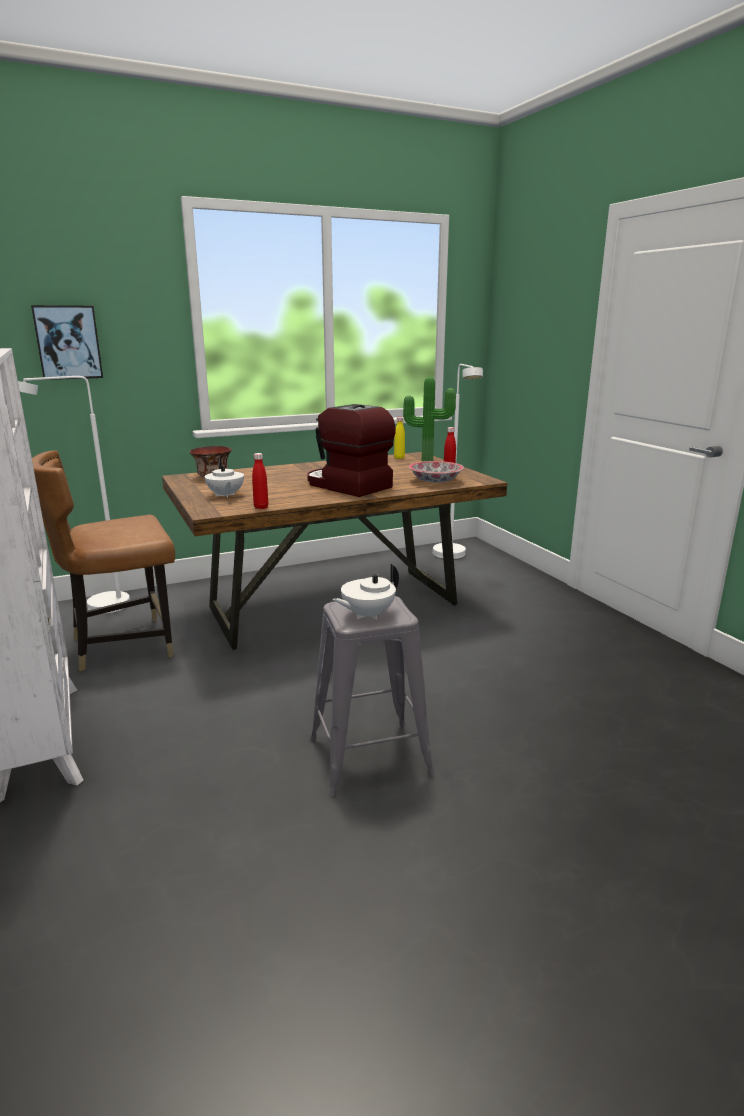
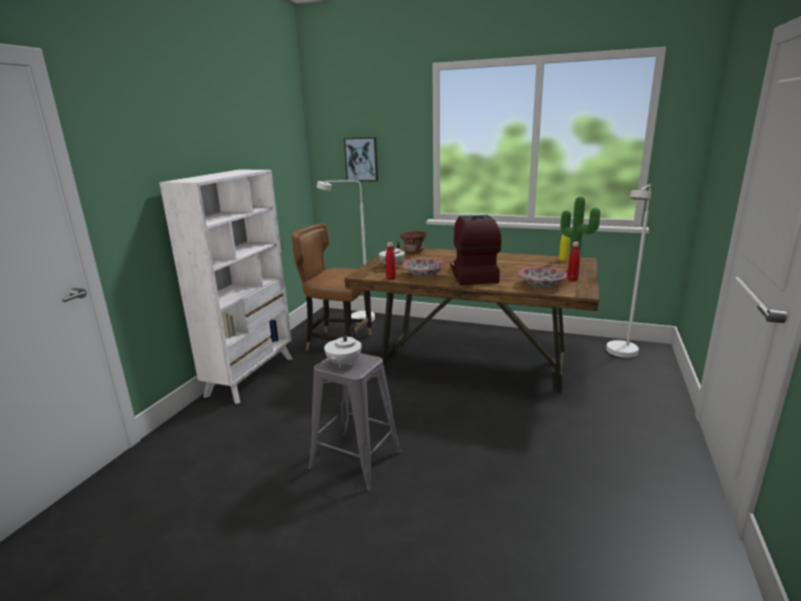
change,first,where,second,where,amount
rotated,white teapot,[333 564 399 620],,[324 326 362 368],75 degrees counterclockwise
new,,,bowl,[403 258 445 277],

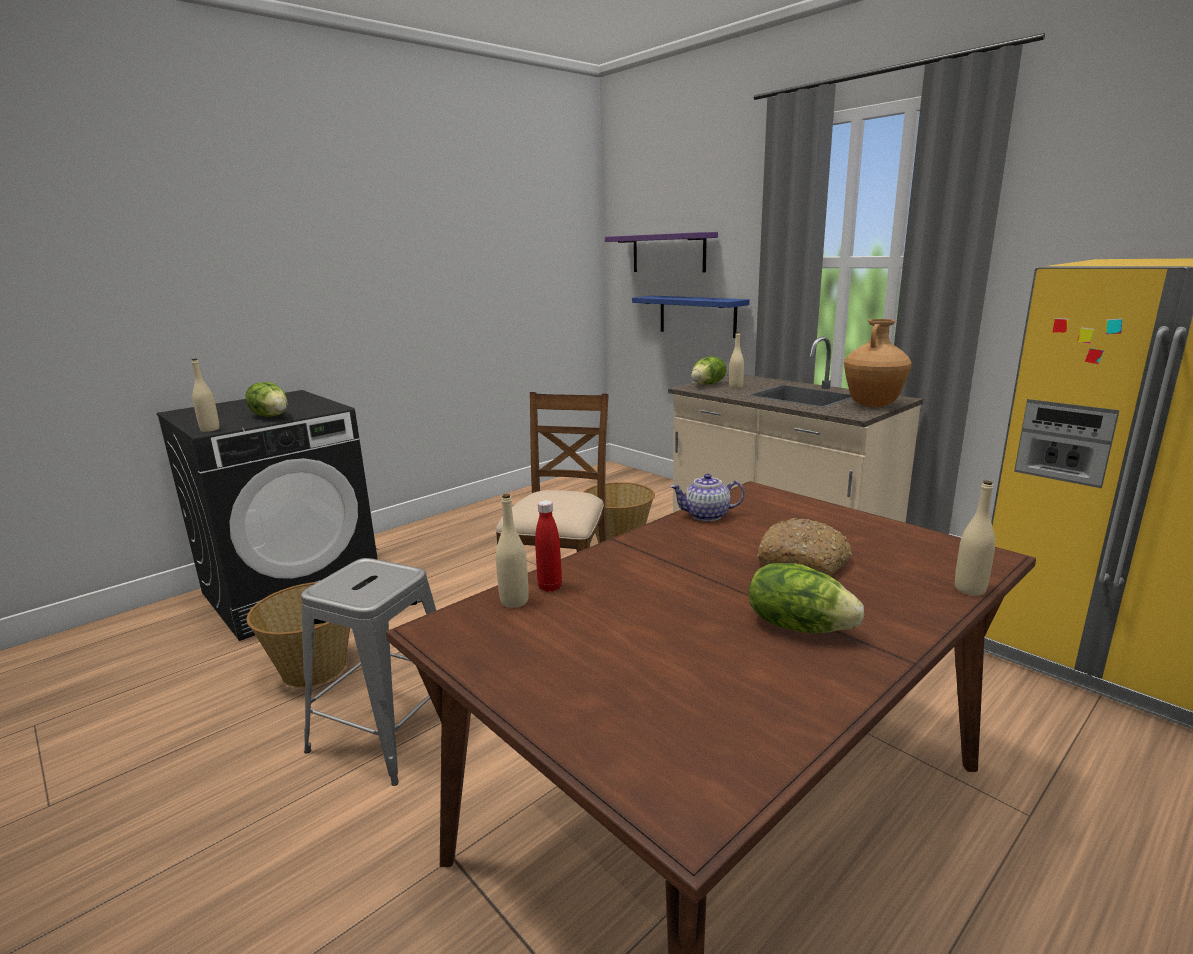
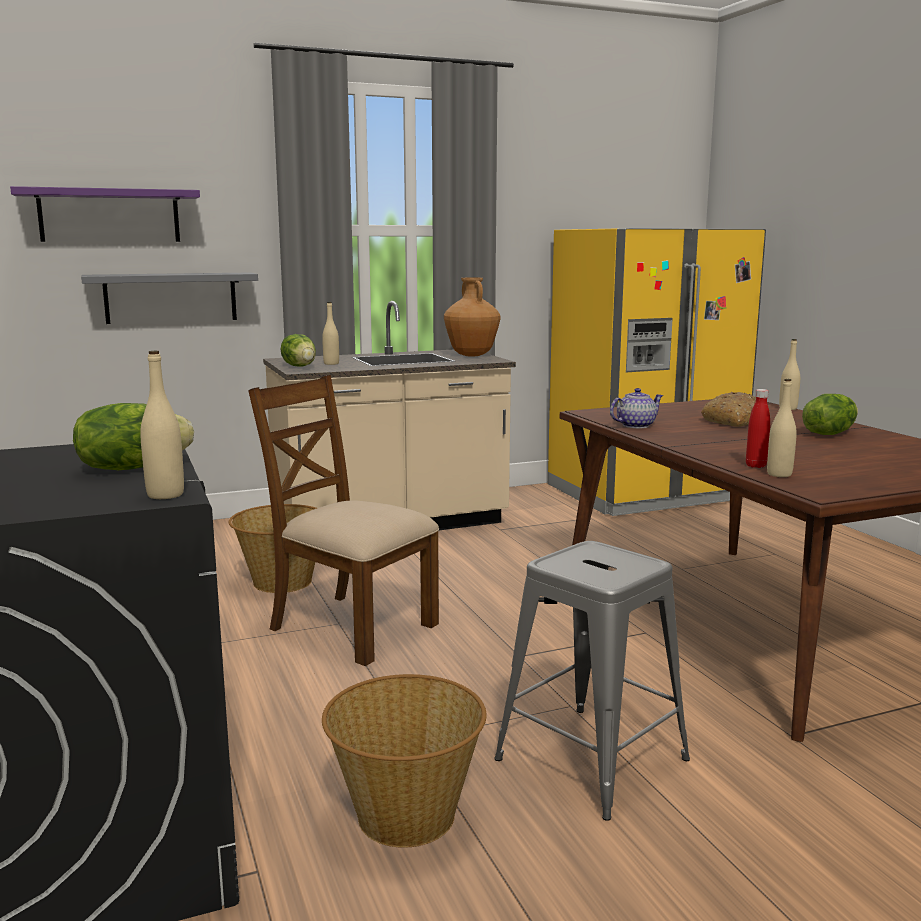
change,first,where,second,where,amount
repainted,blue shelf,[632 296 750 338],grey shelf,[81 272 258 324],
rotated,teapot,[670 474 745 521],,[610 388 663 428],135 degrees counterclockwise

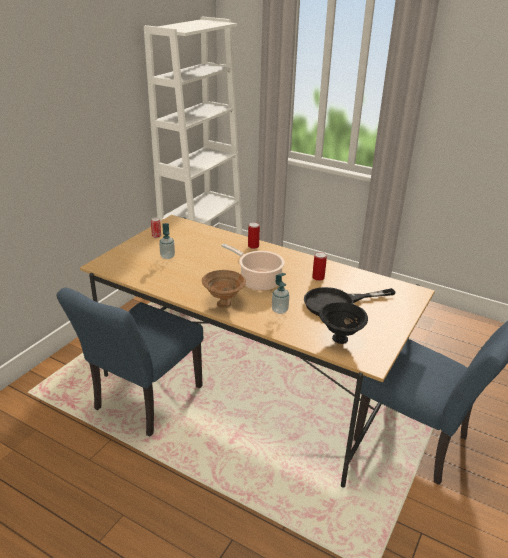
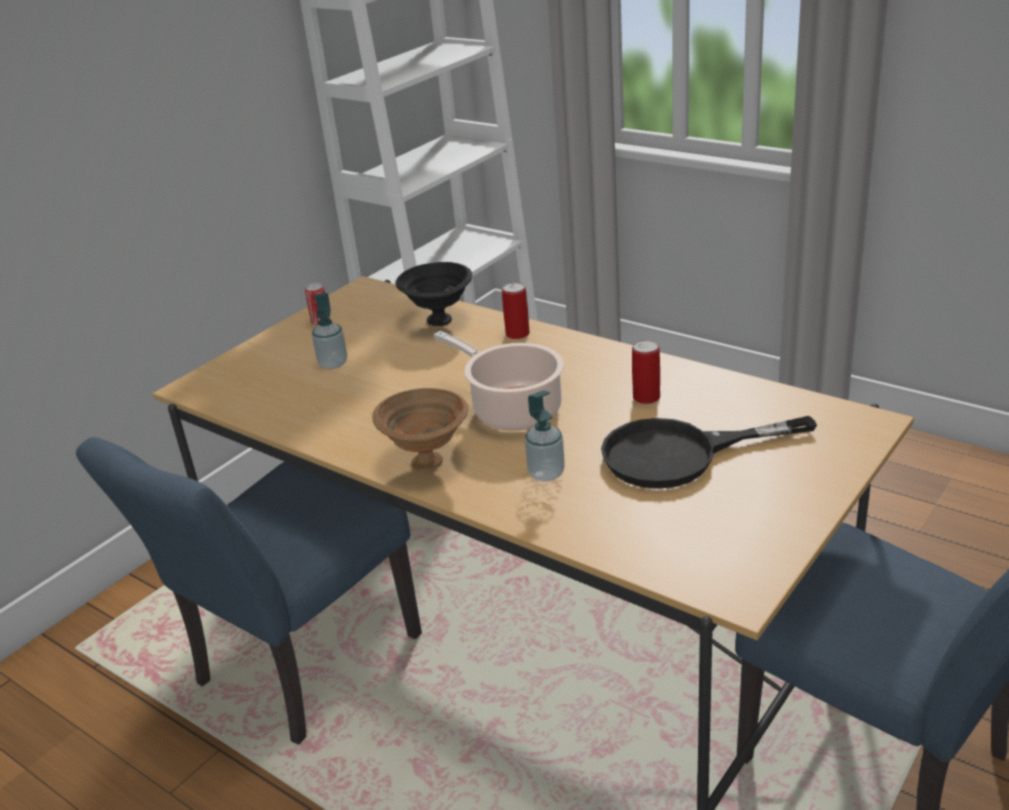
change,first,where,second,where,amount
shifted,black bowl,[319 302 368 344],,[396 262 472 326],

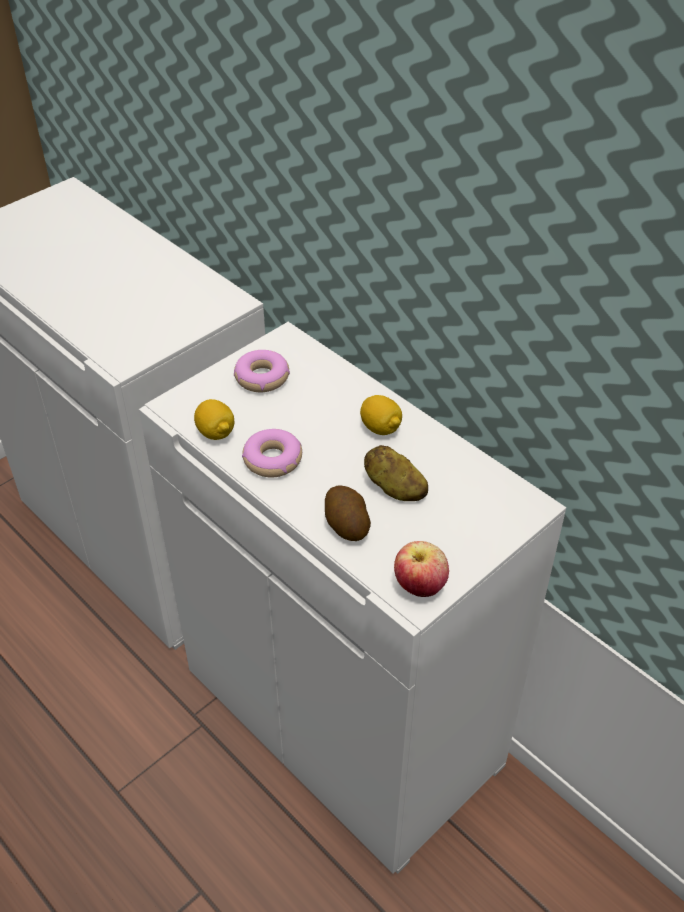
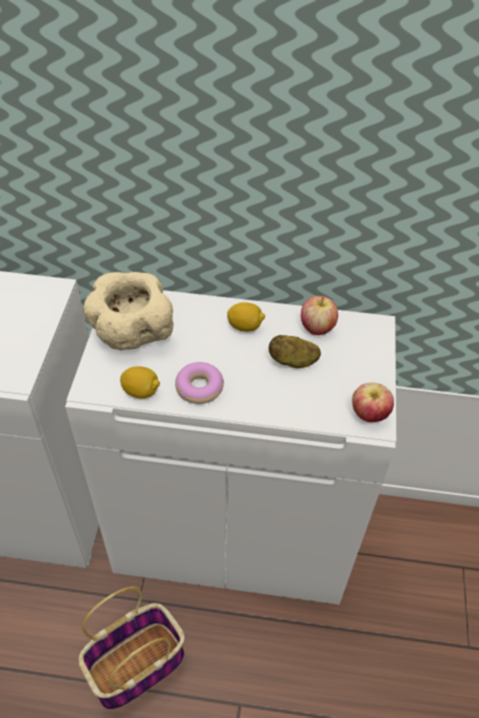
change,first,where,second,where,amount
swapped,donut,[234 350 290 392],beige bowl,[84 272 174 350],
gone,potato,[325 486 371 541],,,
new,,,basket,[79 587 185 710],
new,,,apple,[301 296 338 335],

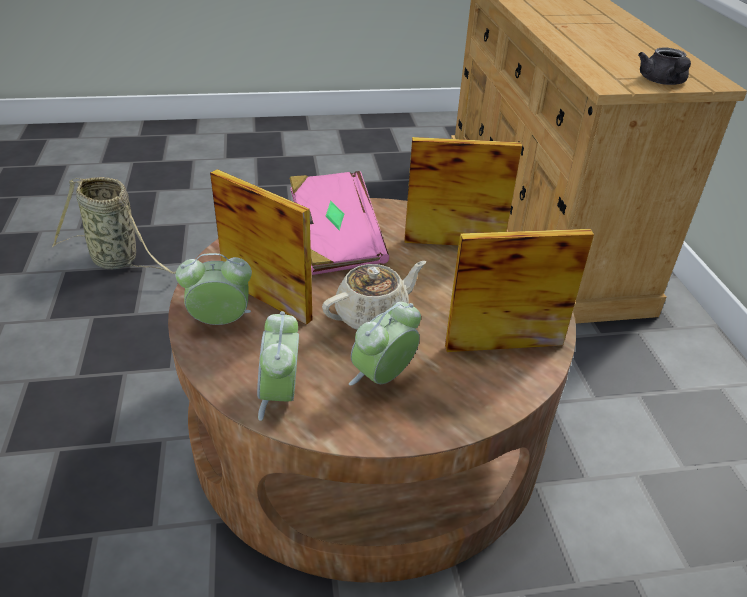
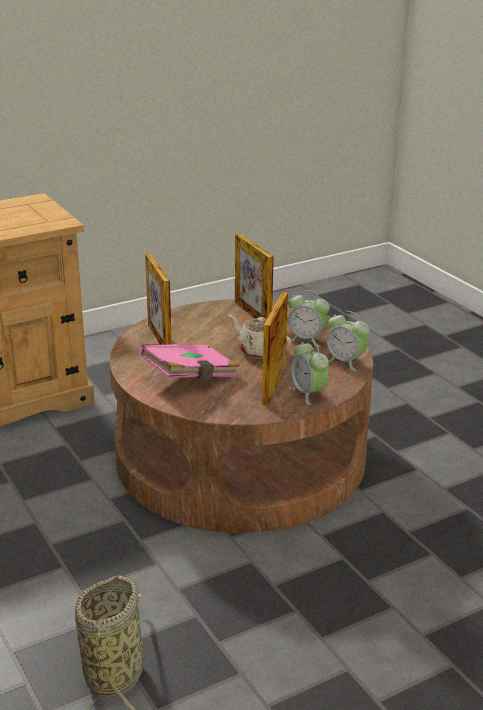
change,first,where,second,where,amount
rotated,alarm clock,[257 311 299 421],,[326 311 370 371],60 degrees clockwise
gone,grey teapot,[638 48 691 85],,,

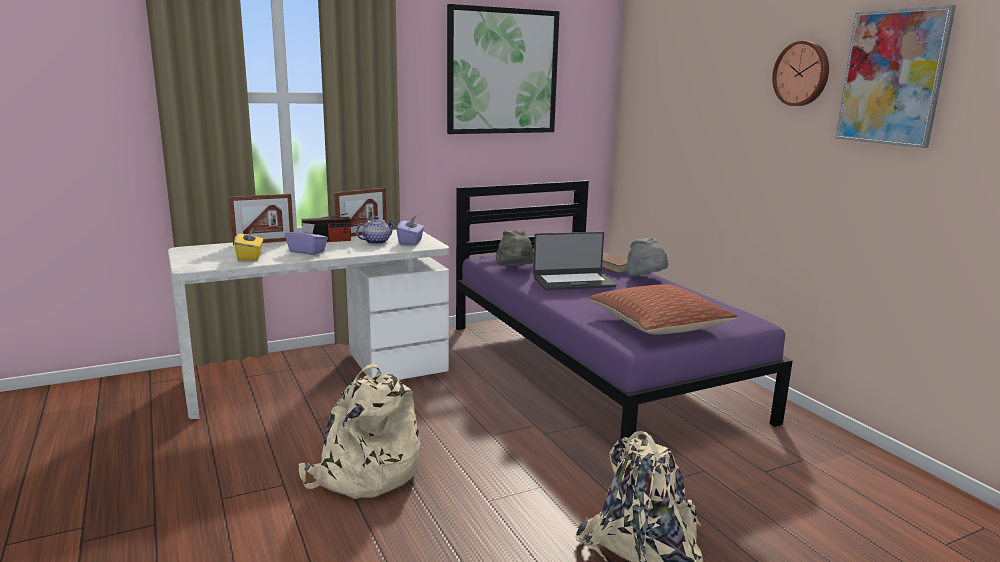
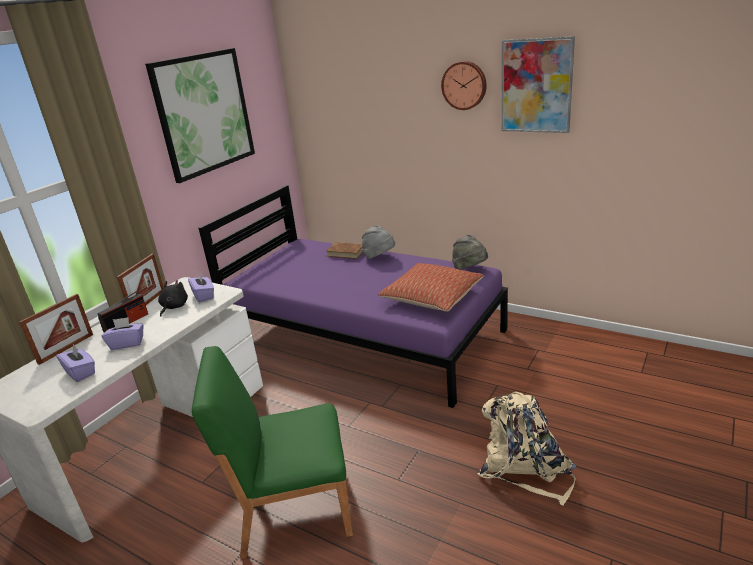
change,first,where,second,where,amount
repainted,yellow tissue box,[234 227 263 261],purple tissue box,[56 344 95 382],
swapped,beige backpack,[299 363 420 499],green chair,[192 346 353 559],
swapped,teapot,[356 216 395 244],black plush toy,[158 280 188 317],
shifted,grey hat,[496 230 534 266],,[452 235 488 270],
gone,laptop,[533 232 616 290],,,

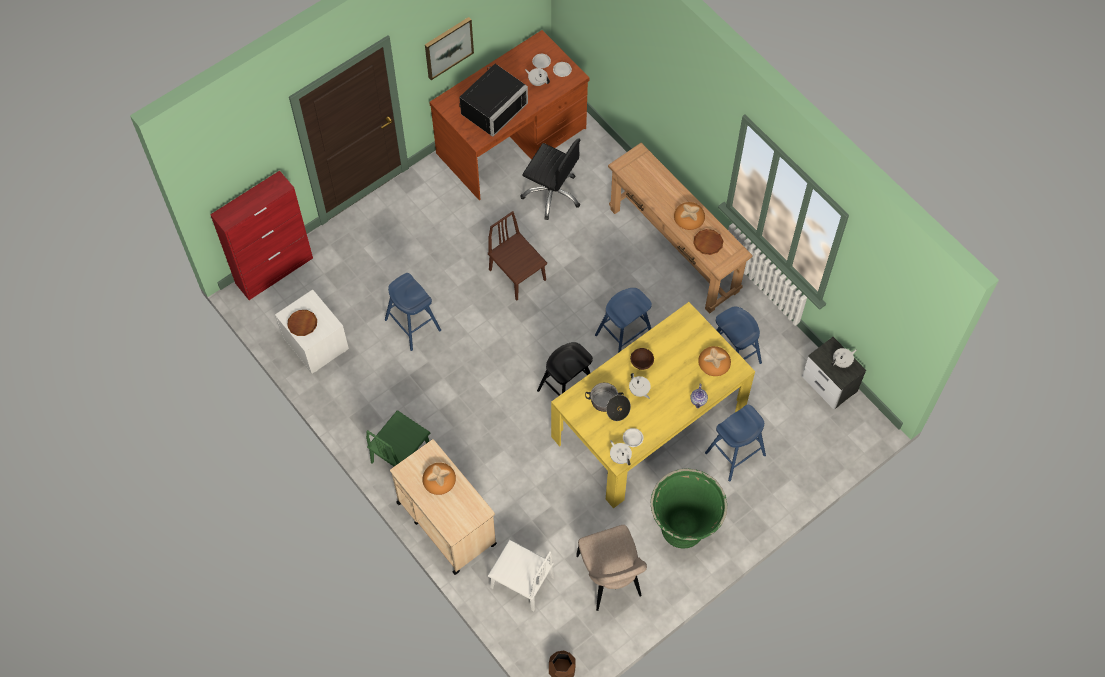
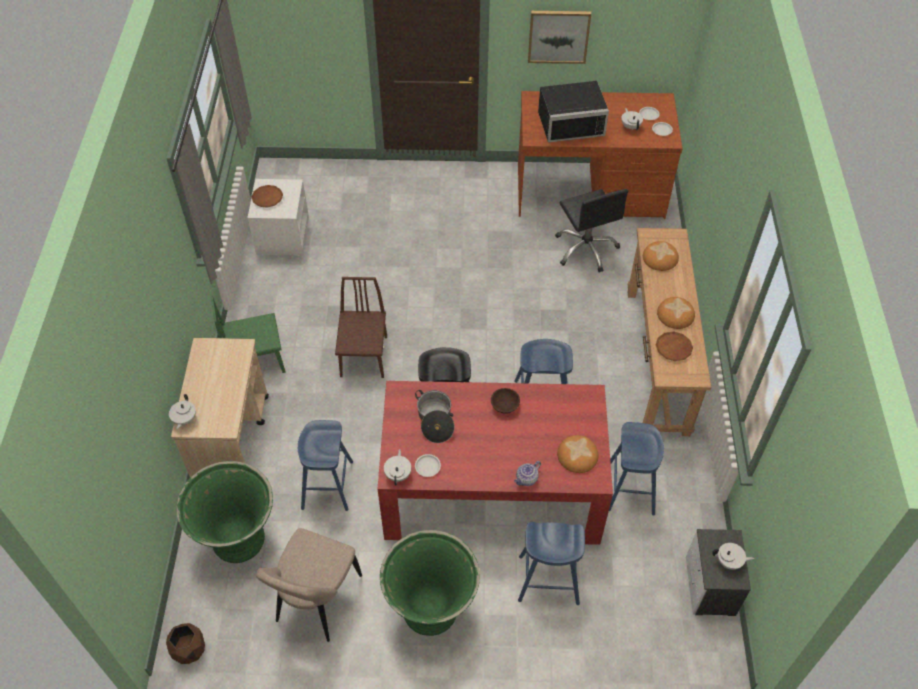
change,first,where,second,where,amount
gone,red cabinet,[210 171 313 300],,,
shifted,blue stool,[385 273 441 351],,[298 420 353 511],
shifted,bread,[422 463 456 495],,[643 241 679 271],
shifted,brown chair,[488 211 547 300],,[335 277 387 378],
swapped,white chair,[488 539 554 612],green planter,[176 461 273 563],
repainted,yellow dining table,[551 302 755 508],red dining table,[378 381 613 545],
shifted,white teapot,[629 373 651 399],,[169 394 196 430],

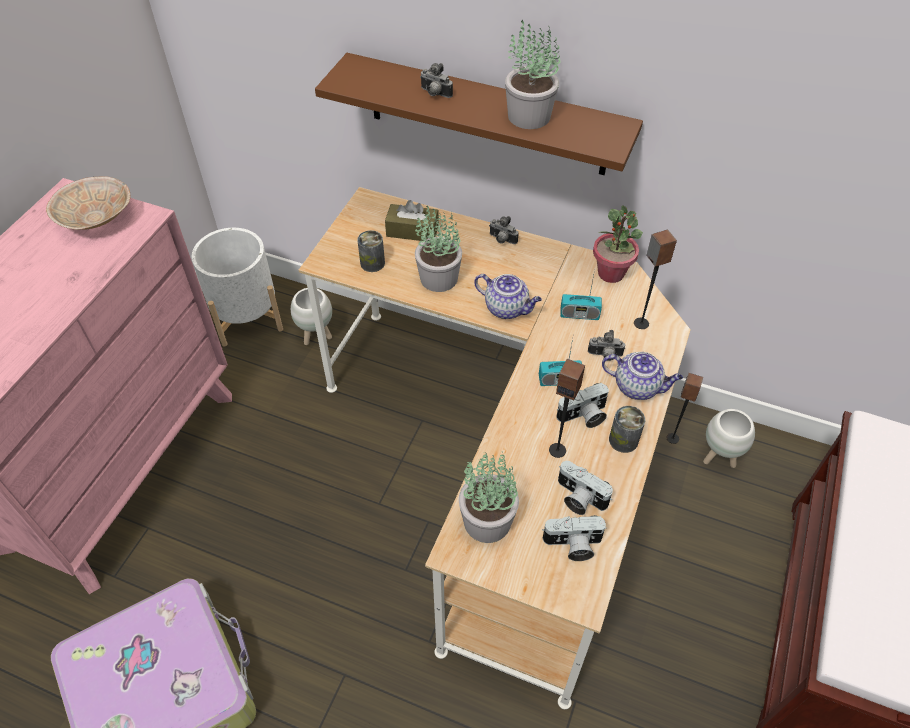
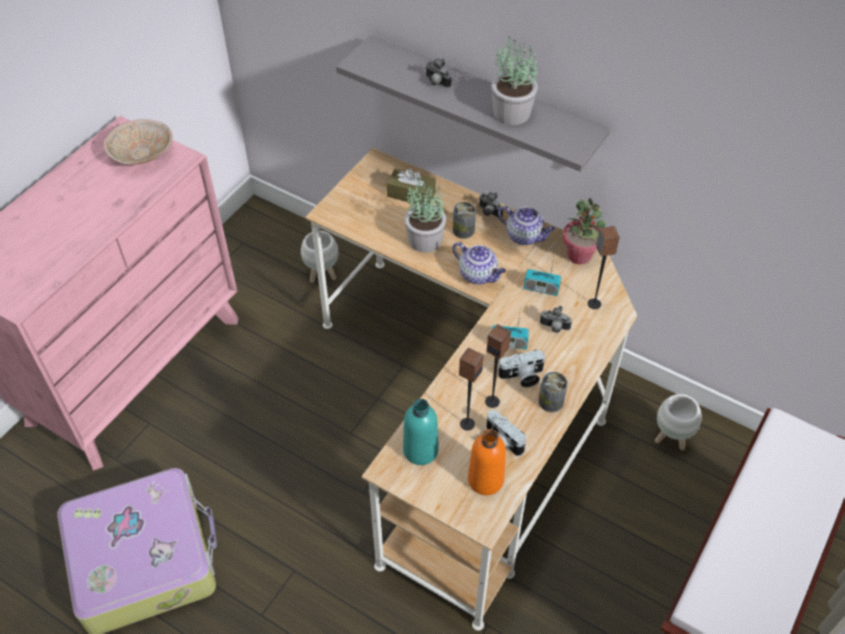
change,first,where,second,where,amount
gone,white planter,[192 228 283 347],,,
repainted,brown shelf,[315 53 643 175],grey shelf,[336 35 610 172],
shifted,can,[357 230 385 272],,[453 202 476 239],
swapped,potted plant,[459 451 519 543],turquoise bottle,[403 399 439 465],
swapped,photo camera,[542 515 607 561],orange bottle,[468 429 506 495],
shifted,teapot,[602 352 683 400],,[498 206 555 245],
shifted,speaker,[666 373 703 444],,[459 348 483 431],

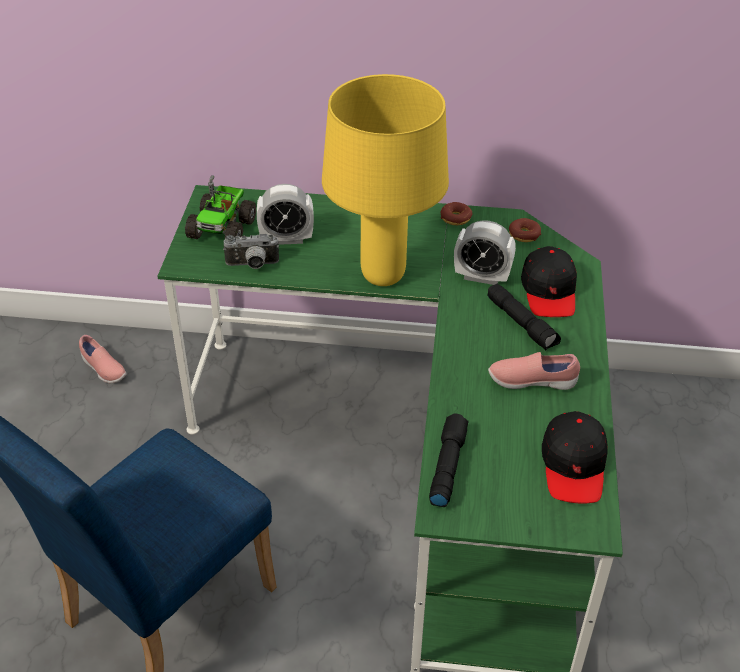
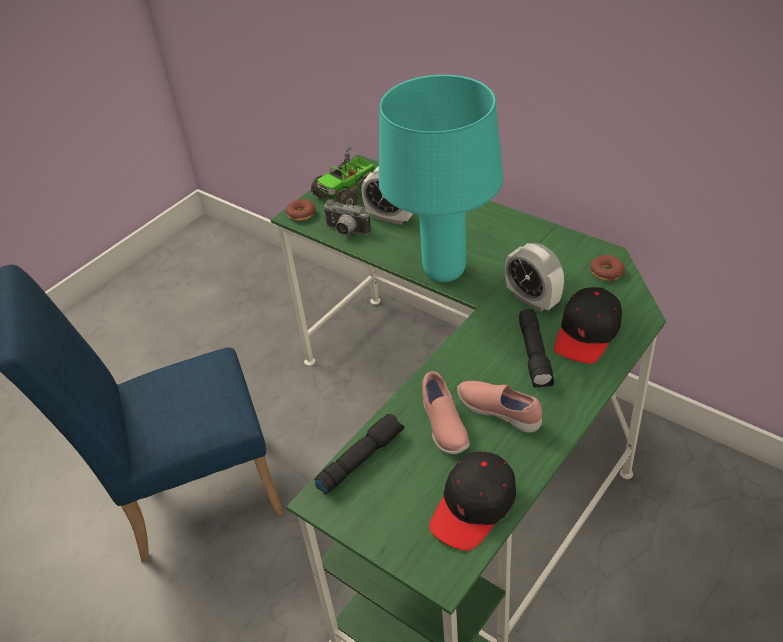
change,first,where,second,where,amount
shifted,pink shoe,[79 335 127 383],,[422 371 469 455],
repainted,yellow table lamp,[322 74 449 286],turquoise table lamp,[379 75 503 282],
shifted,donut,[440 202 472 225],,[286 199 316 221],

